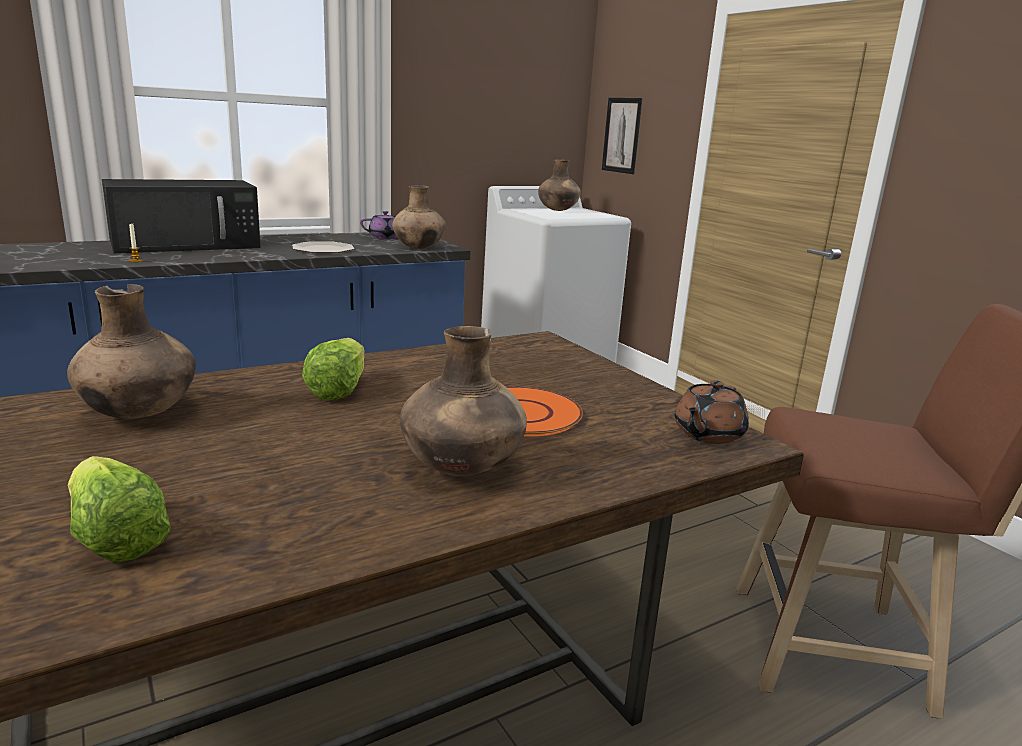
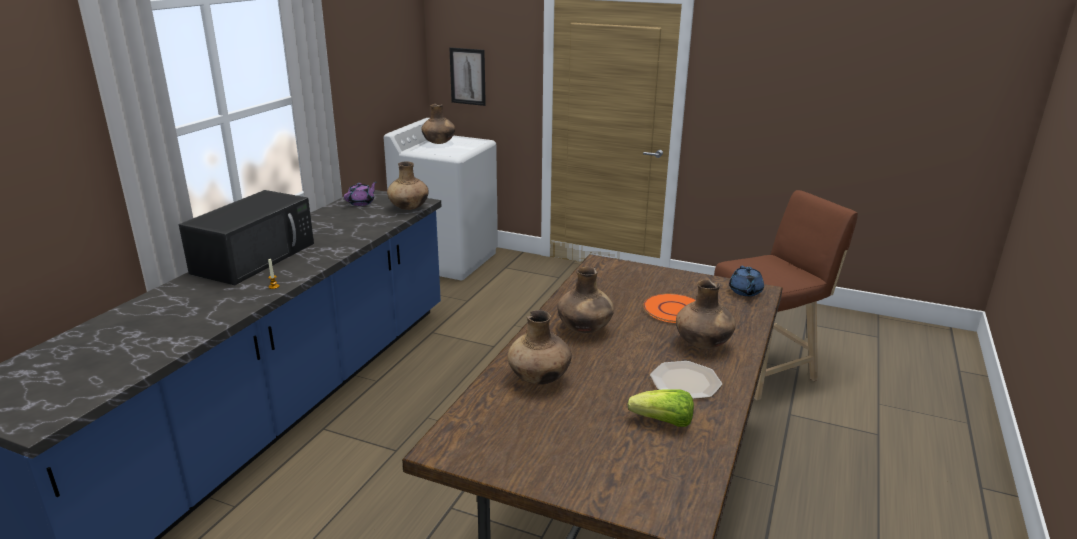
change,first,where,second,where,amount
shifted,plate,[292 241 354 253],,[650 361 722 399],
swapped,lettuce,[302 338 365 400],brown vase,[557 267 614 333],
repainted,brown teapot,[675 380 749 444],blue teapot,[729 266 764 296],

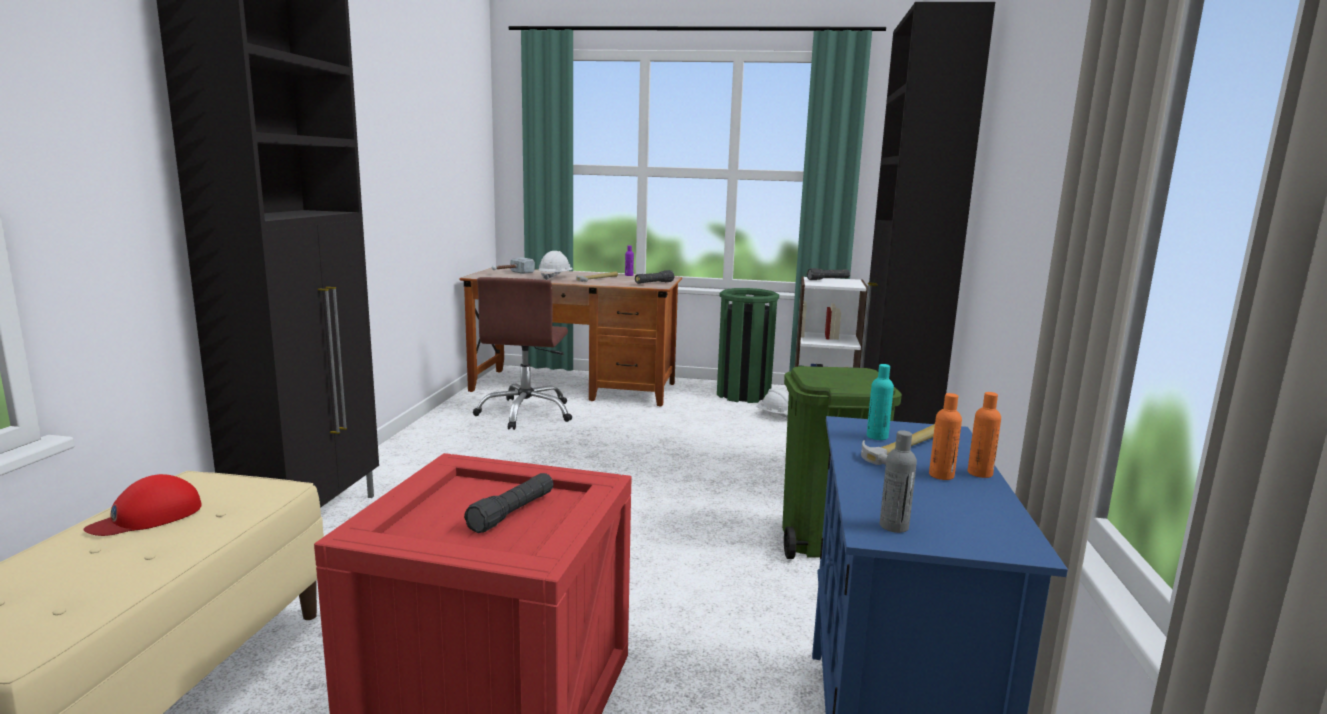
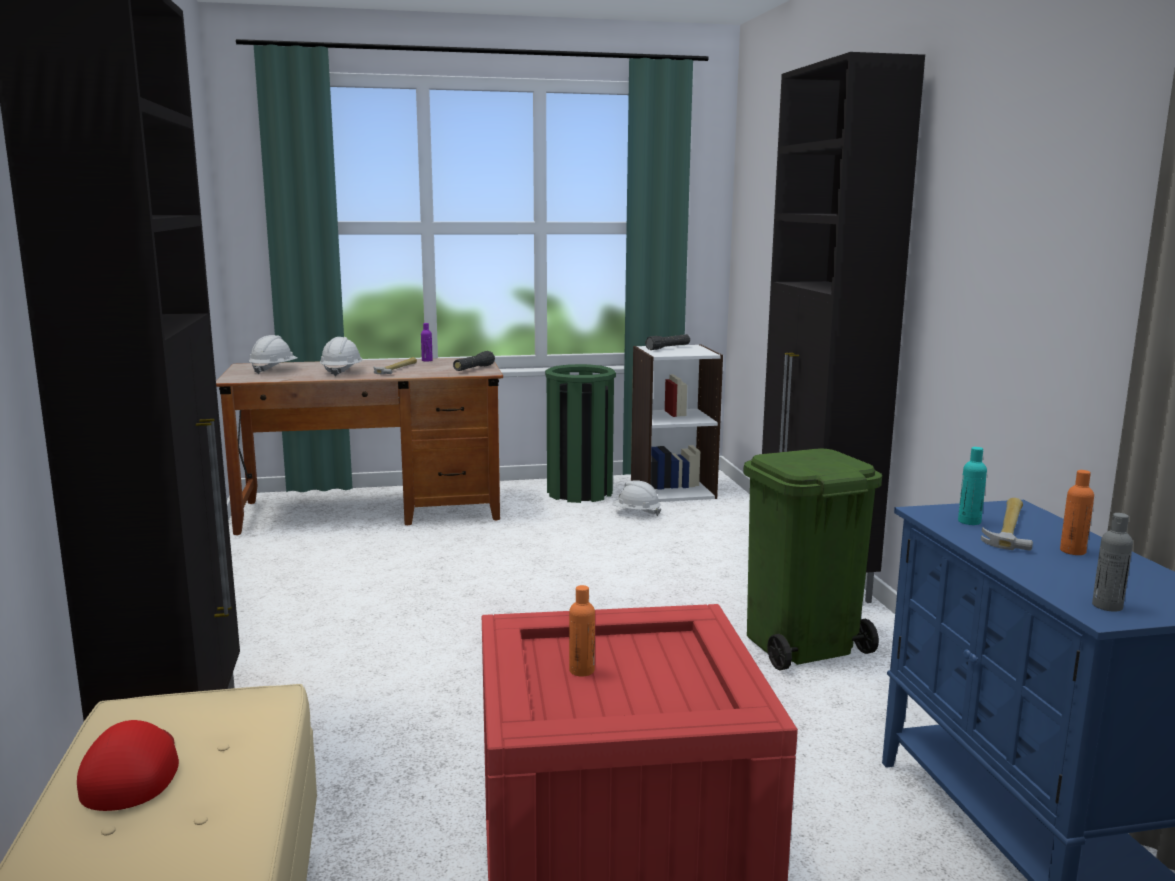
change,first,where,second,where,amount
rotated,red cap,[83 474 202 536],,[77 720 179 811],150 degrees clockwise
gone,black flashlight,[464 473 553 533],,,
gone,brown office chair,[473 277 572 430],,,
swapped,hammer,[492 257 535 274],white hard hat,[249 335 298 374],
shifted,orange bottle,[968 392 1001 478],,[569 585 595 676],

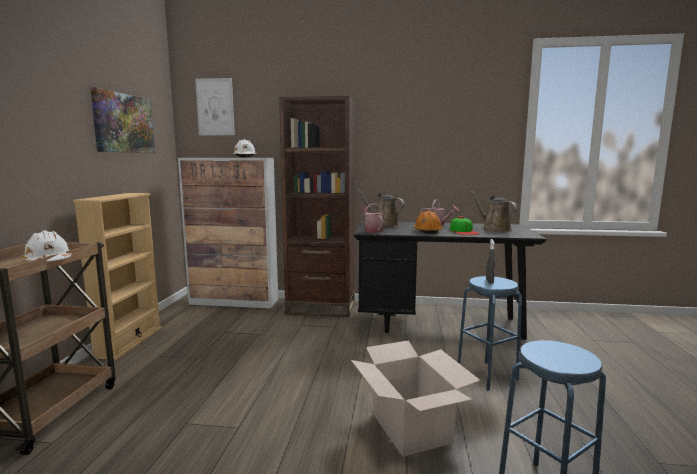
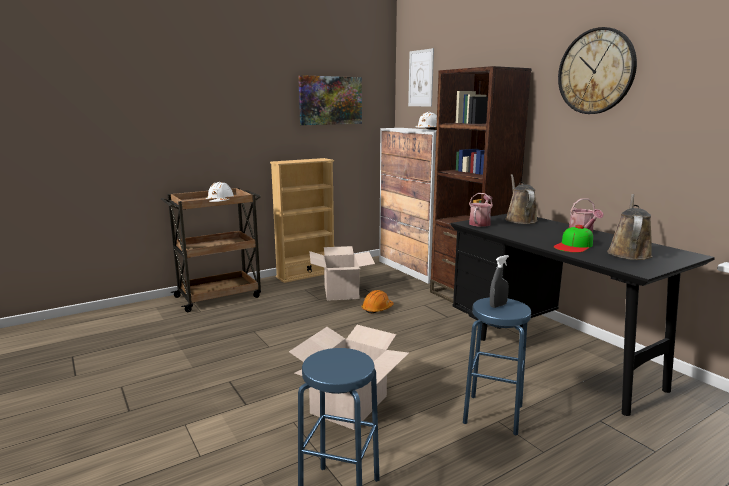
change,first,where,second,where,amount
shifted,orange hard hat,[414 211 443 234],,[362 290 393 314],
new,,,cardboard box,[309 246 375 301],
new,,,wall clock,[558 27 637 114],

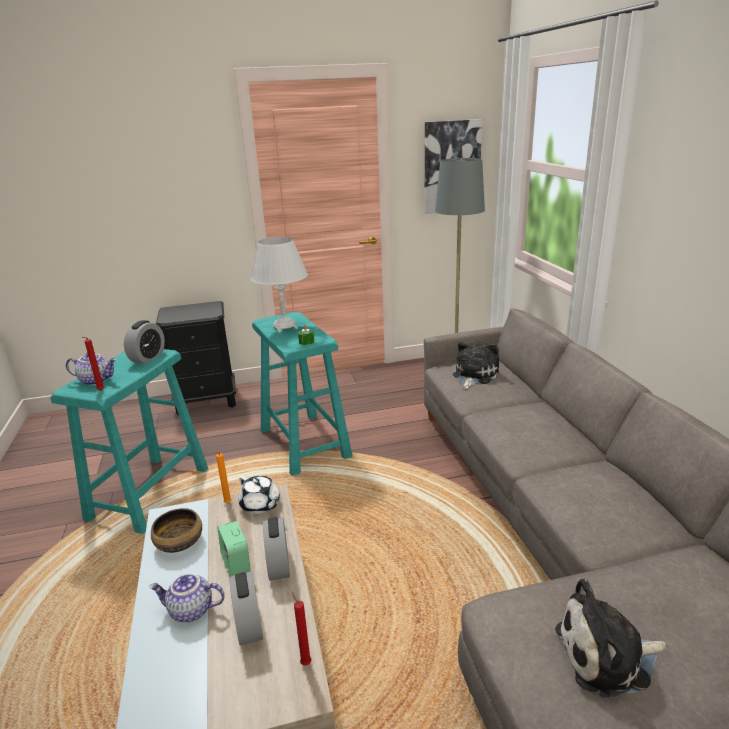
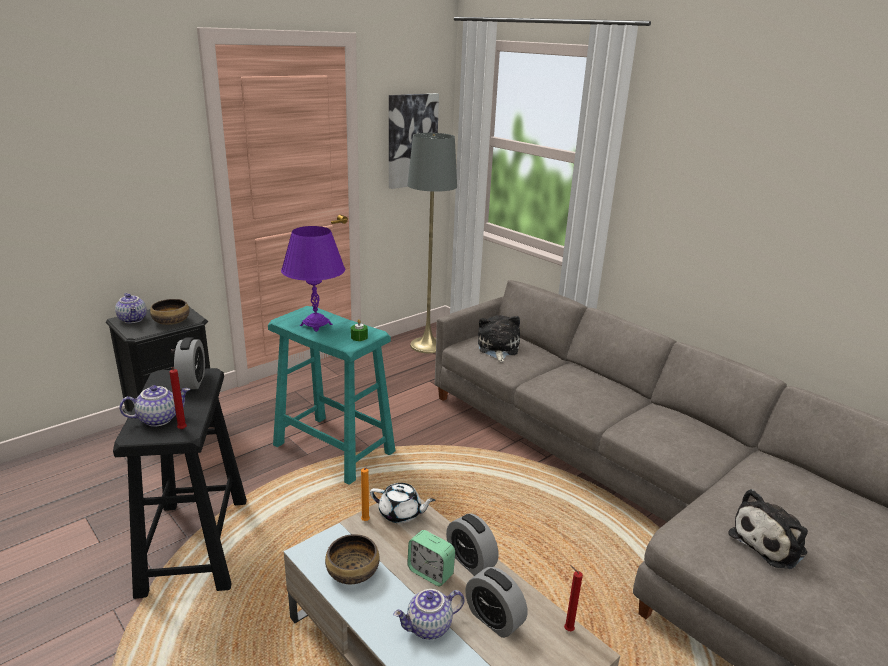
change,first,where,second,where,amount
repainted,turquoise stool,[50 349 208 534],black stool,[113 368 247 599],
repainted,white table lamp,[250 237 308 333],purple table lamp,[281 226 345 332],
new,,,teapot,[115 293 147 323],
new,,,bowl,[150 299 190 325],

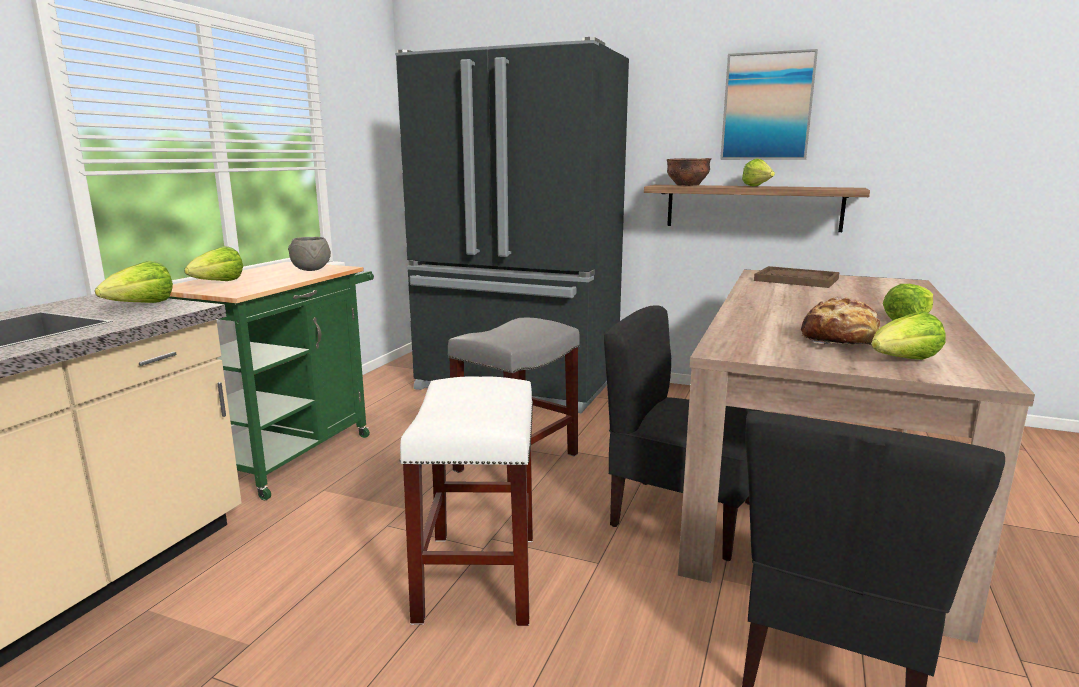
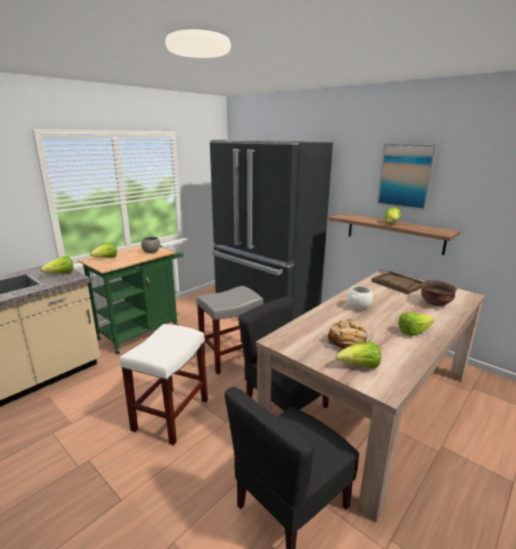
change,first,where,second,where,amount
shifted,brown bowl,[667 158 711 186],,[421 280 457 306],
new,,,white bowl,[348 286 373 309],

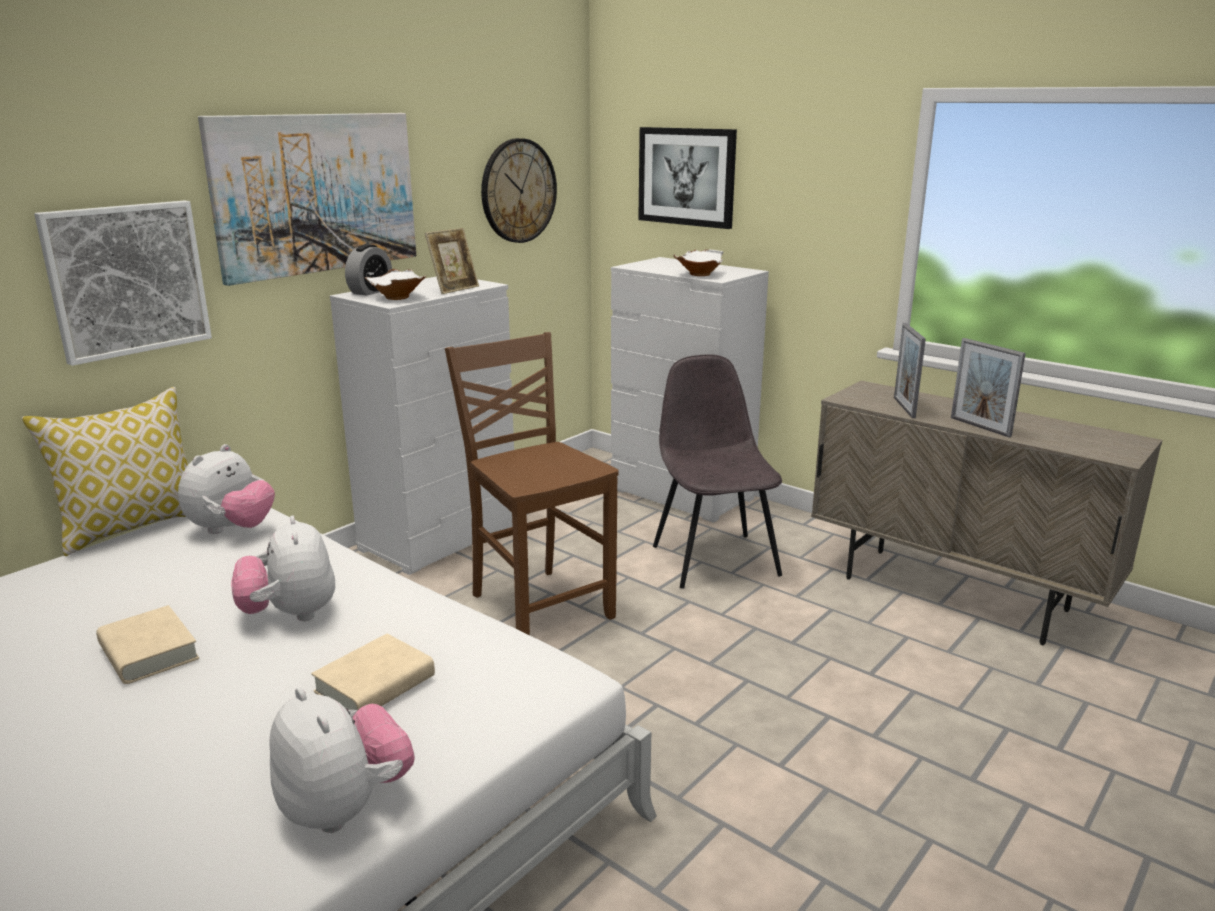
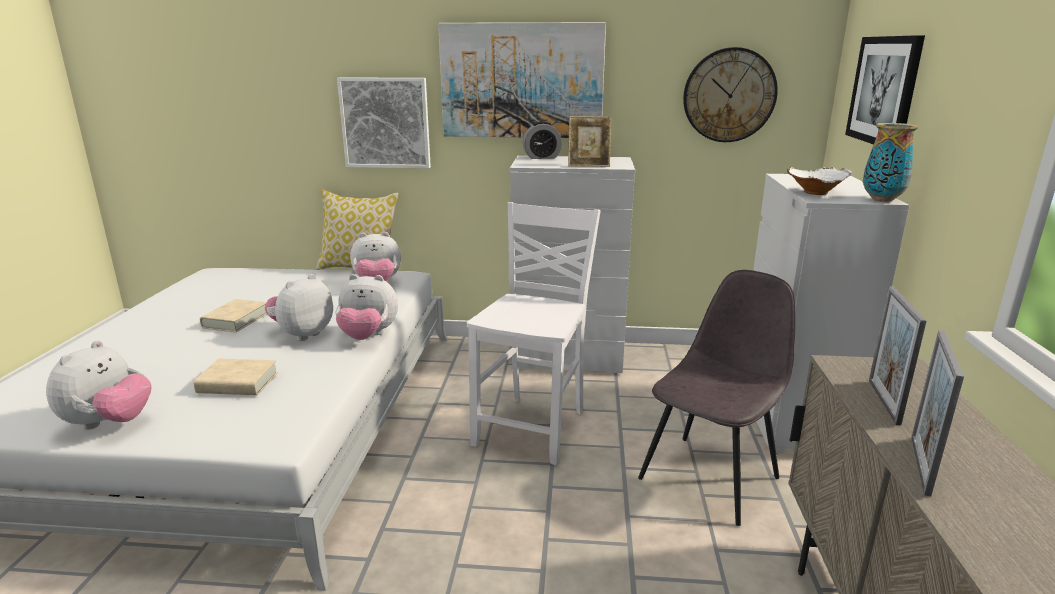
change,first,where,second,where,amount
gone,white bowl,[365 269 426 300],,,
repainted,brown chair,[445 332 619 635],white chair,[467 202 601 465],
rotated,picture frame,[894 323 926 418],,[869 286 926 425],45 degrees counterclockwise
new,,,plush toy,[336 274 398 340],
new,,,vase,[863 123 918 202],

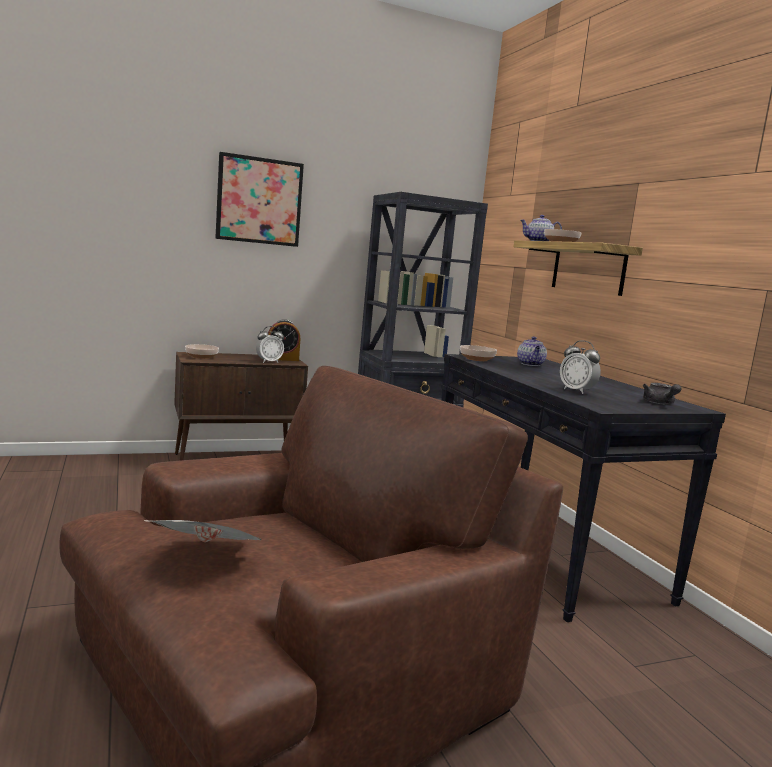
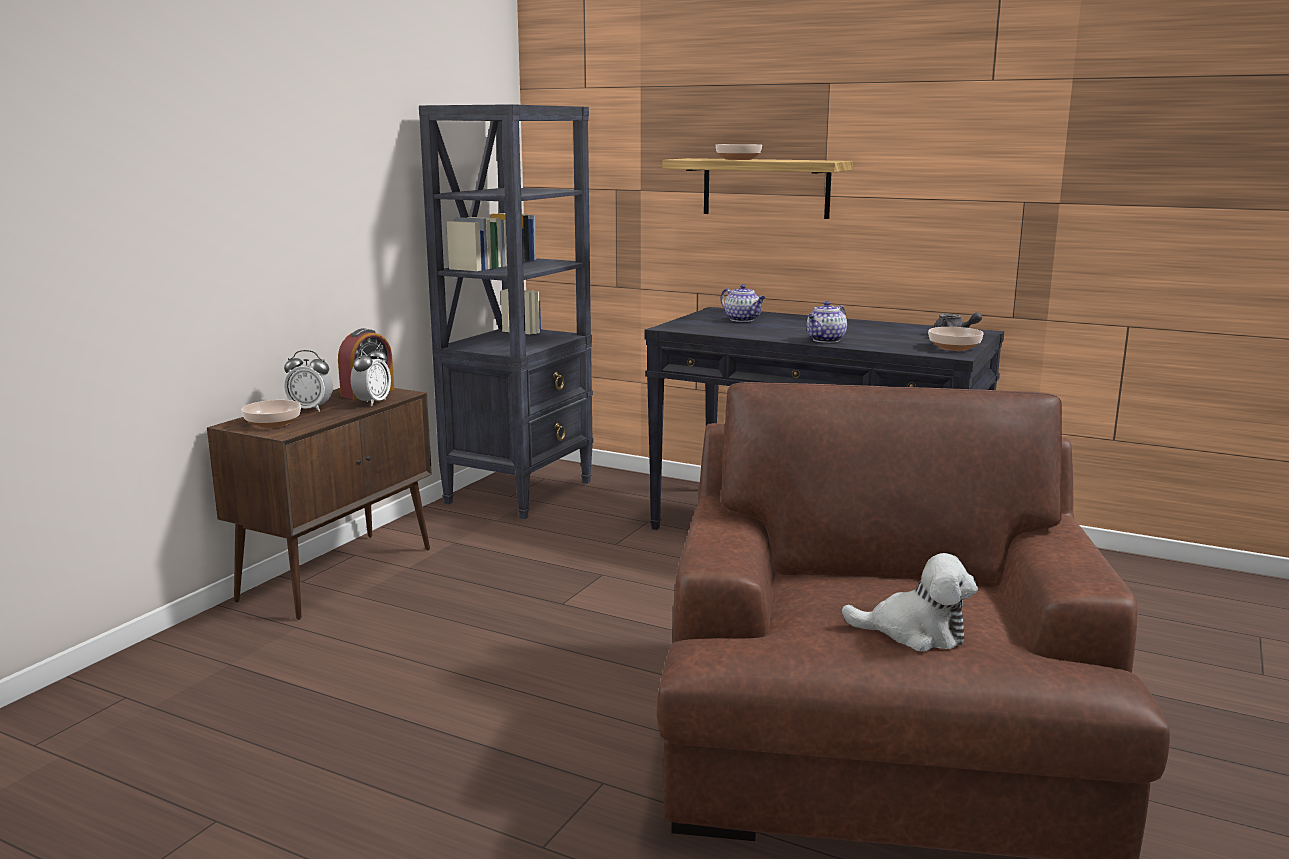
change,first,where,second,where,amount
swapped,newspaper,[143 520 262 542],plush toy,[842 553 978 651],
gone,picture,[215 152 304 247],,,
shifted,bowl,[460 345 497 361],,[928 327 984 351],
shifted,teapot,[520 215 562 241],,[807 301 847 343],
shifted,alarm clock,[560 340 601 394],,[284 350 333 412],

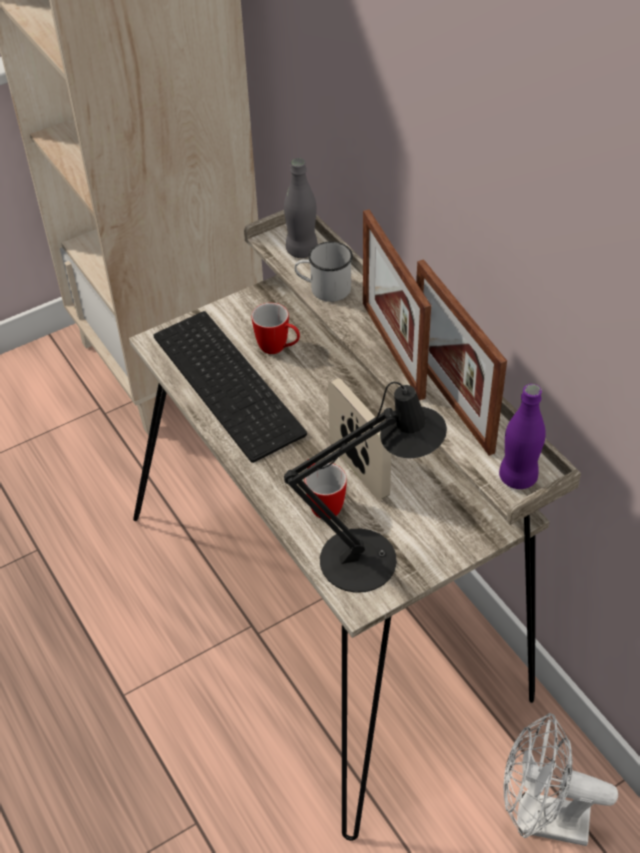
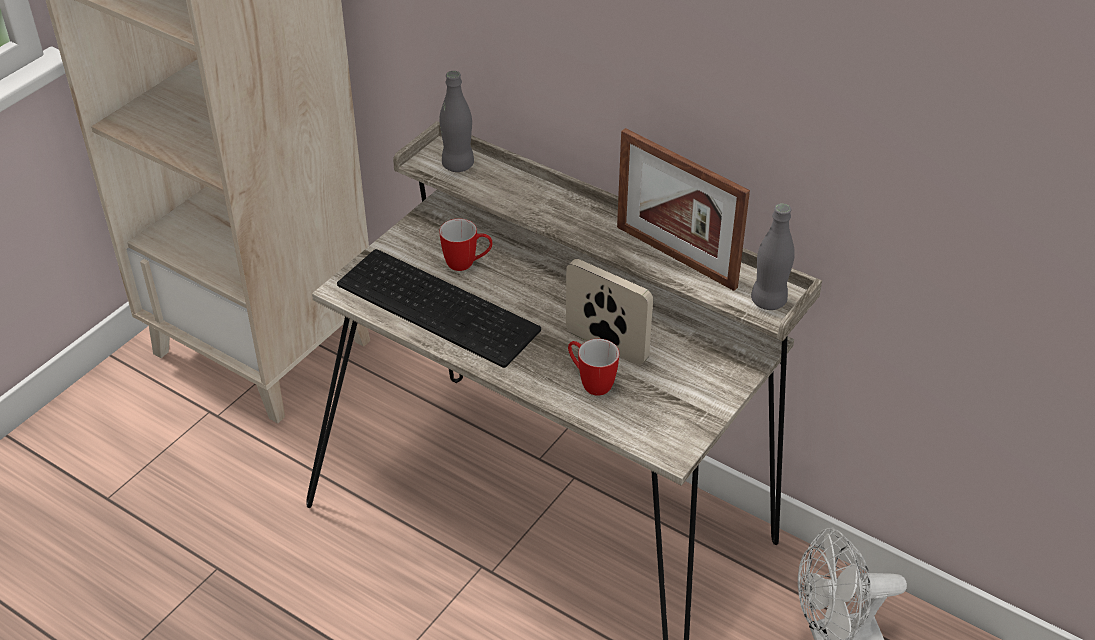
change,first,where,second,where,amount
gone,black table lamp,[284 382 447 593],,,
gone,white mug,[294 242 353 302],,,
gone,picture frame,[363 210 431 400],,,
repainted,purple bottle,[499 384 546 489],grey bottle,[751 203 795 310],

